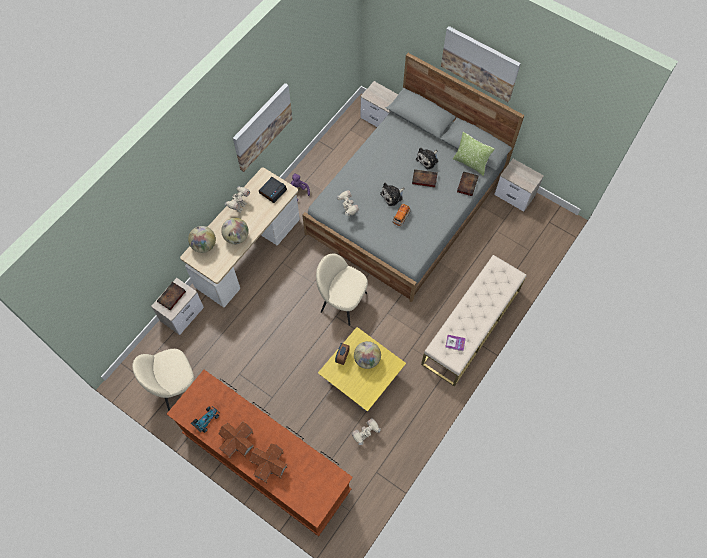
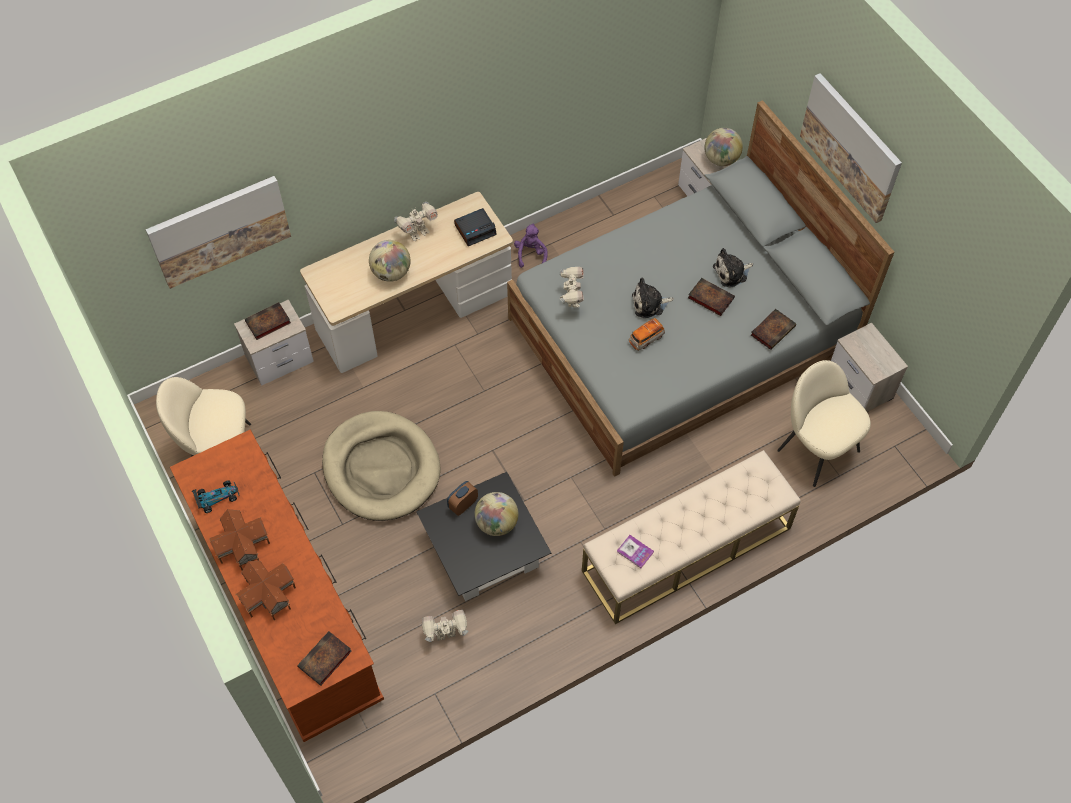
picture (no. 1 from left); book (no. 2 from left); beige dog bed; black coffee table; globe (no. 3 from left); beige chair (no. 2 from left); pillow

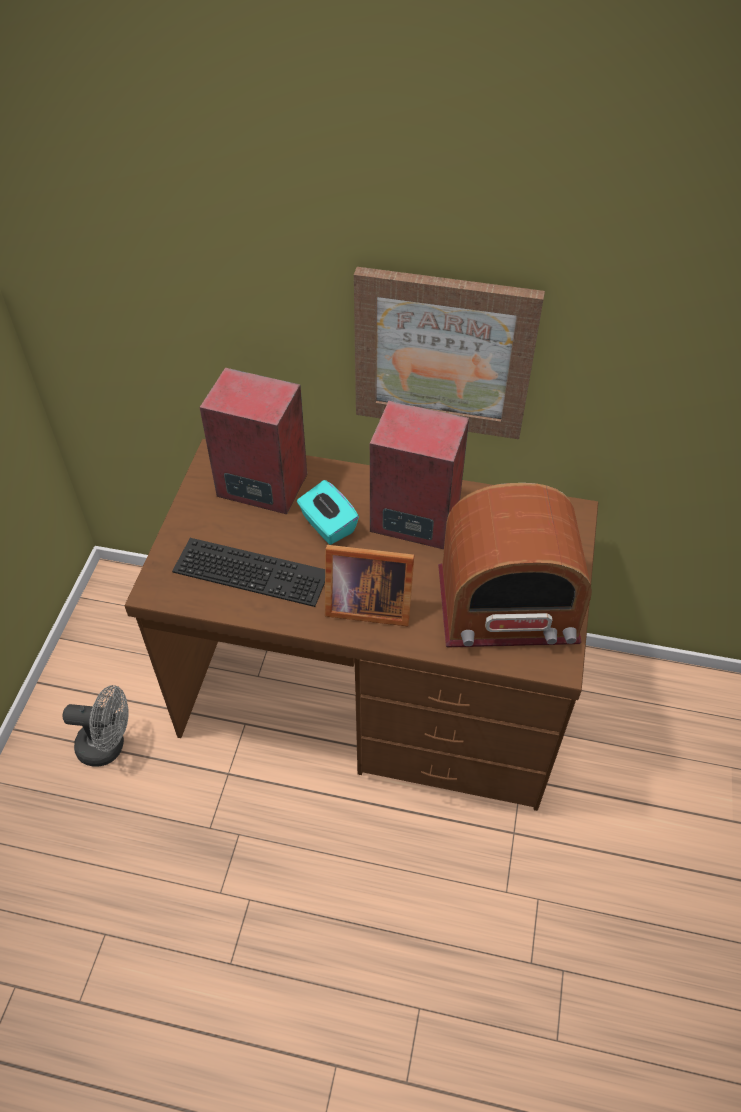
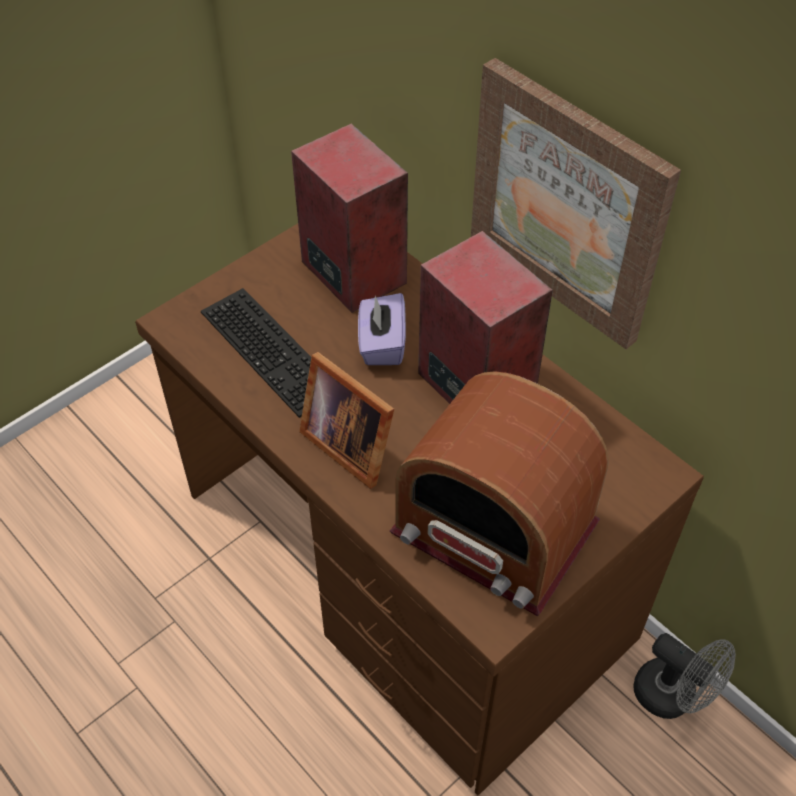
purple tissue box; grey fan

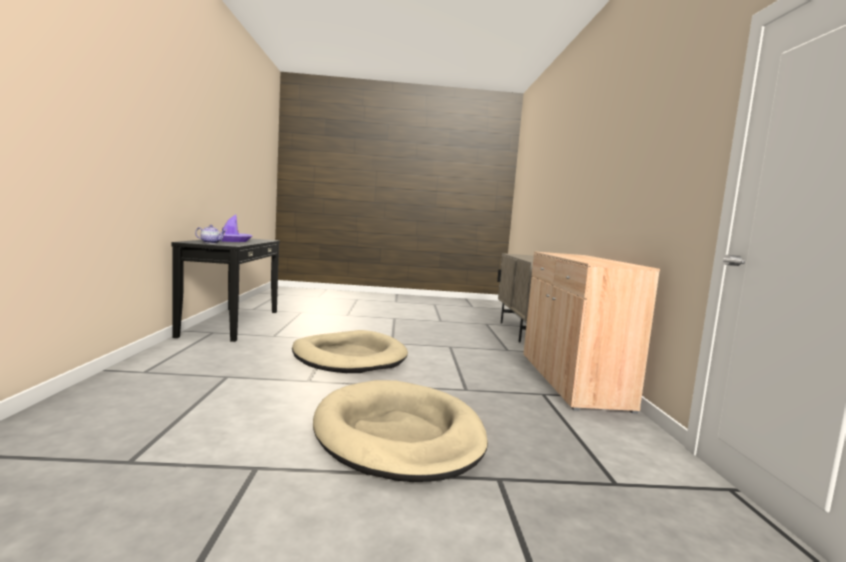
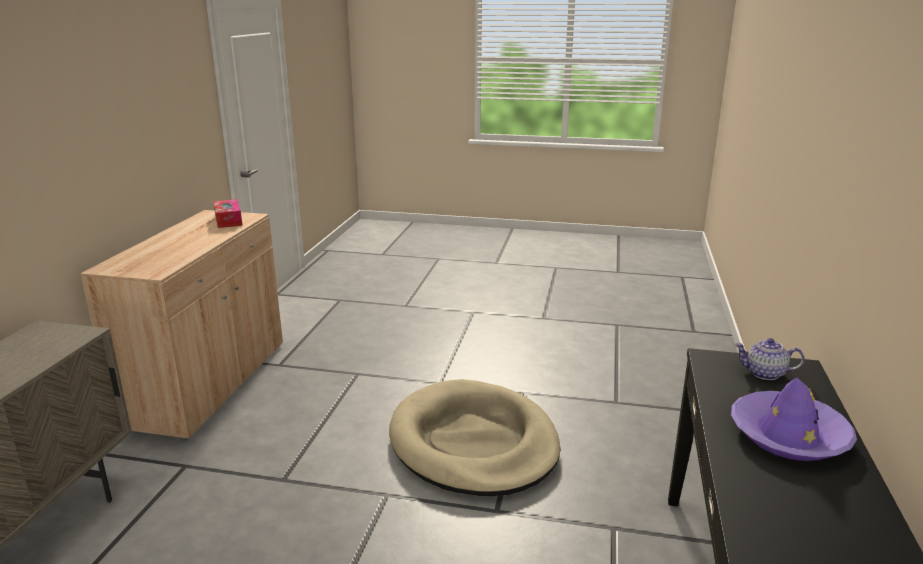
tissue box; beige dog bed (no. 2 from left in the first image)

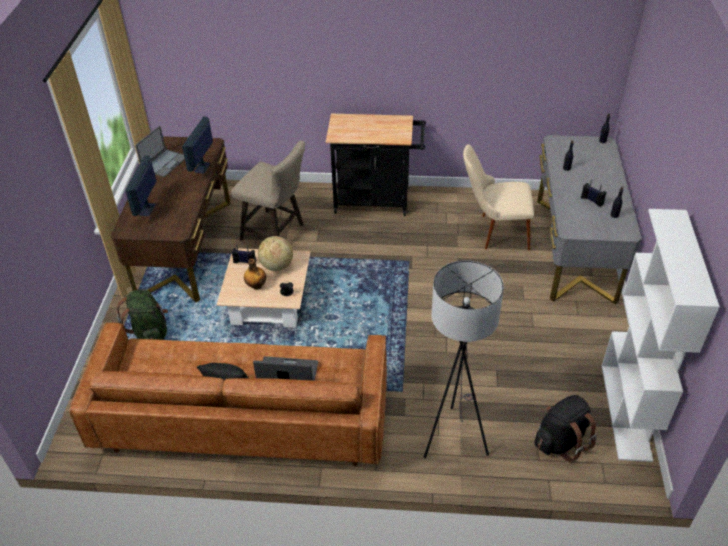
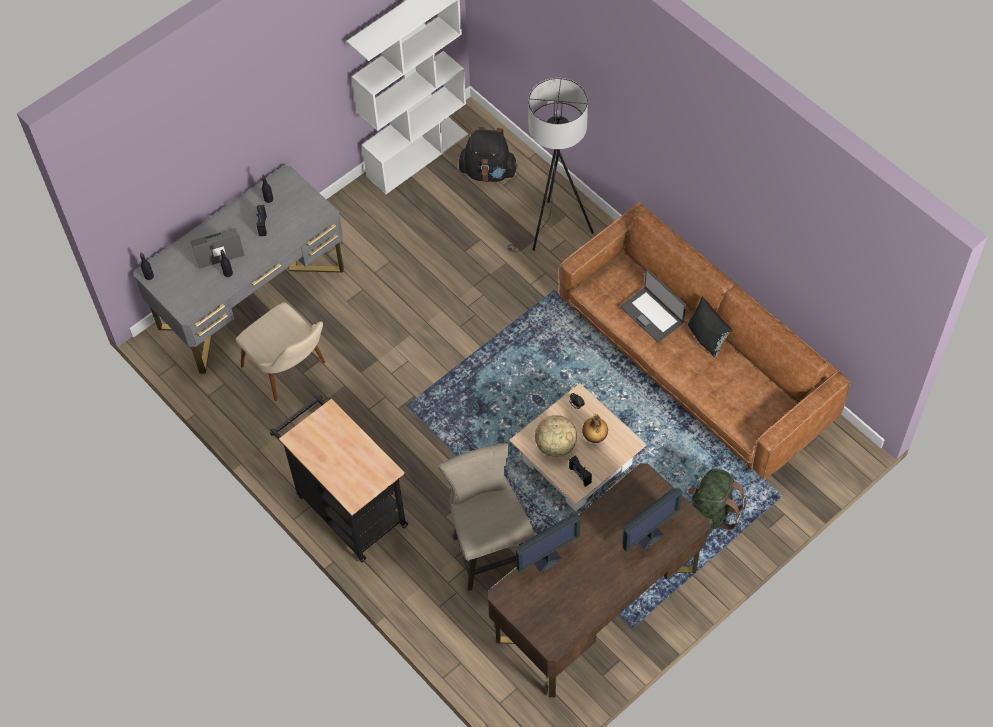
laptop (no. 1 from left)

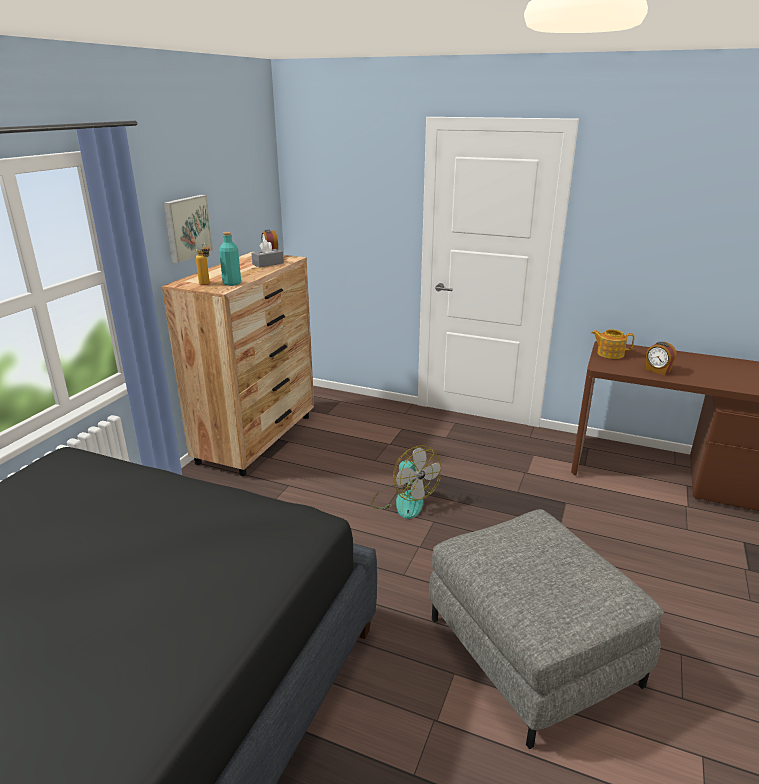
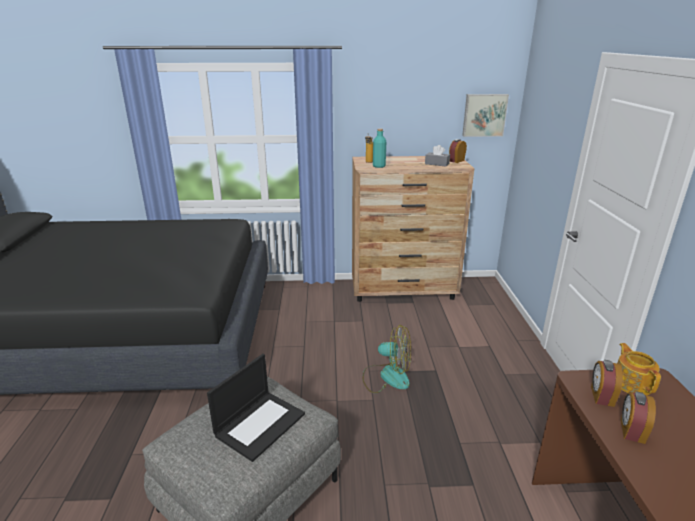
laptop; fan; picture; alarm clock (no. 2 from left)

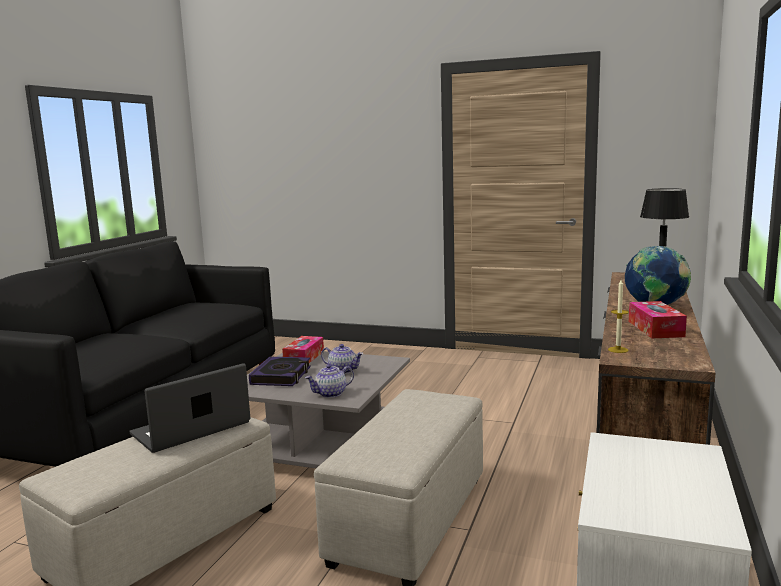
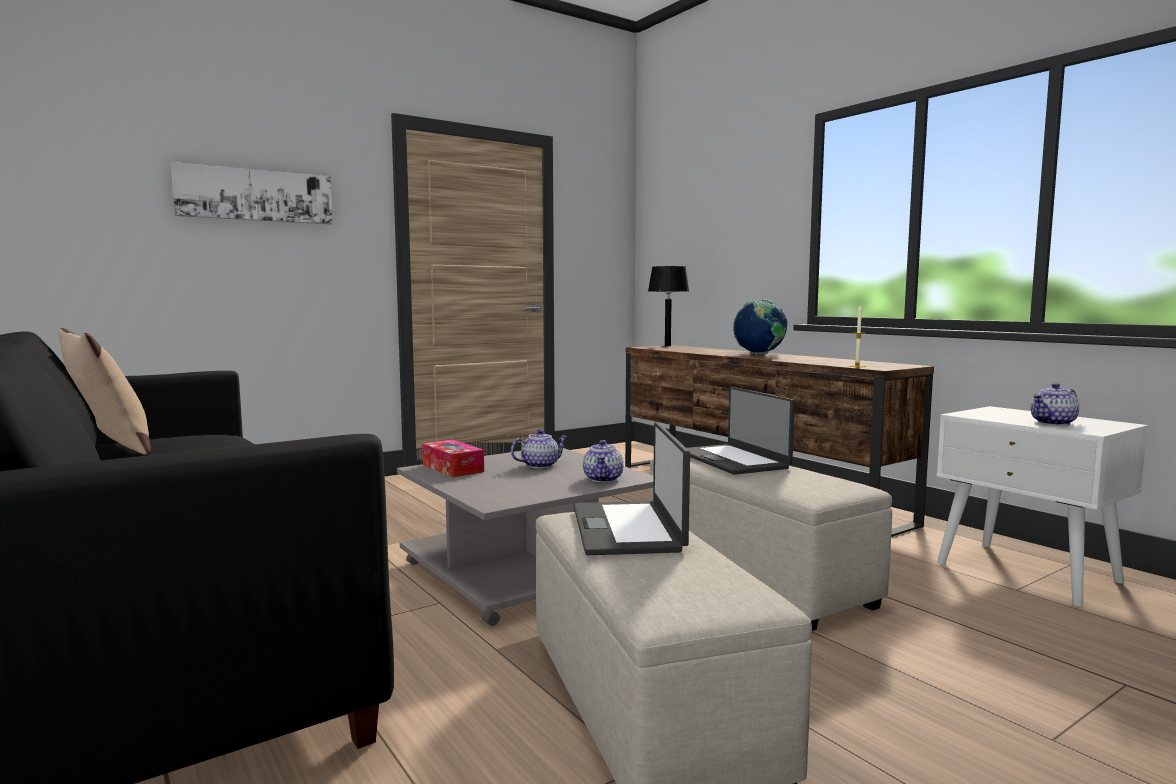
beige pillow; picture; laptop (no. 2 from left); teapot (no. 3 from left); book; tissue box (no. 2 from left in the first image)

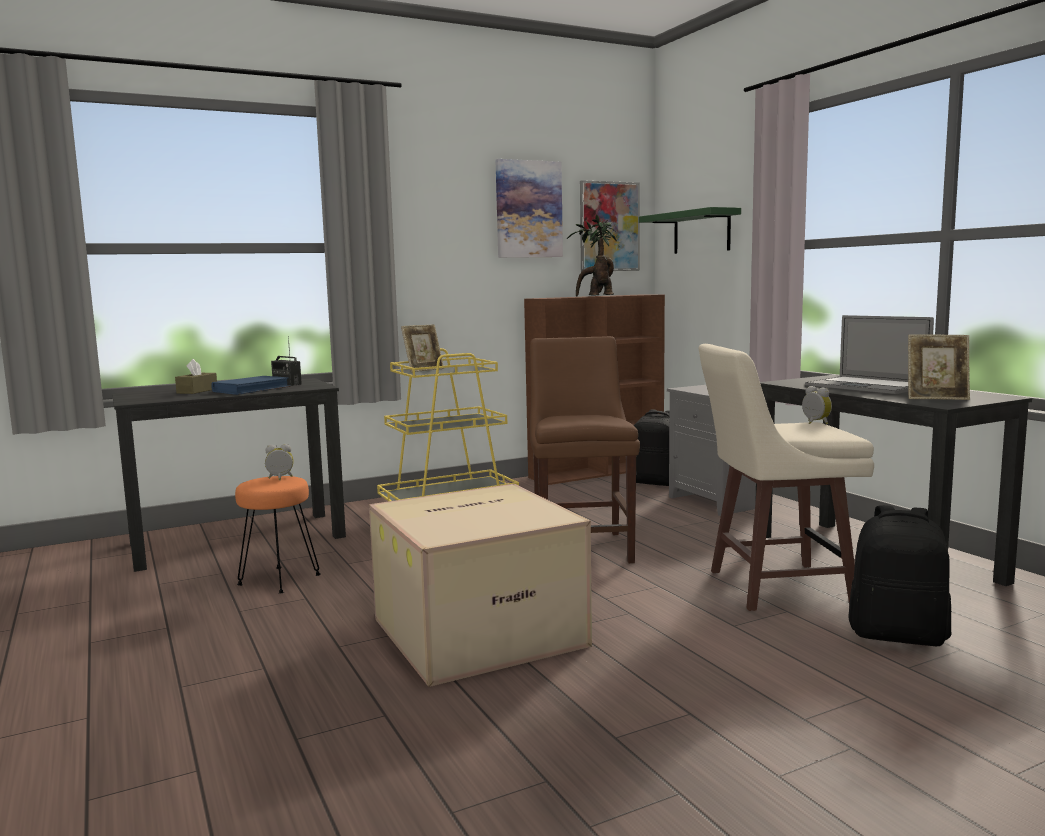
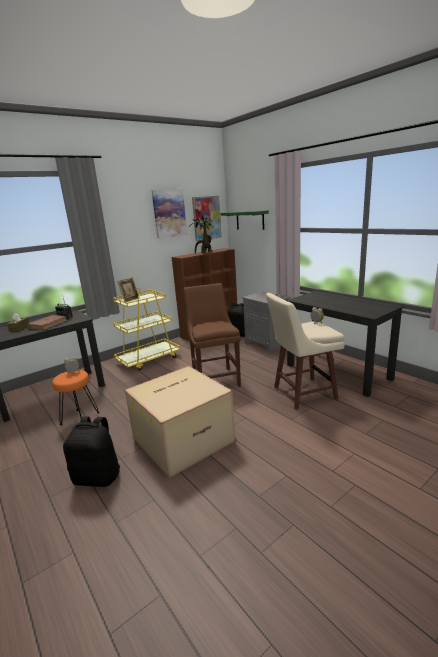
brown book; black backpack (no. 1 from left); laptop; picture frame (no. 2 from left in the first image)

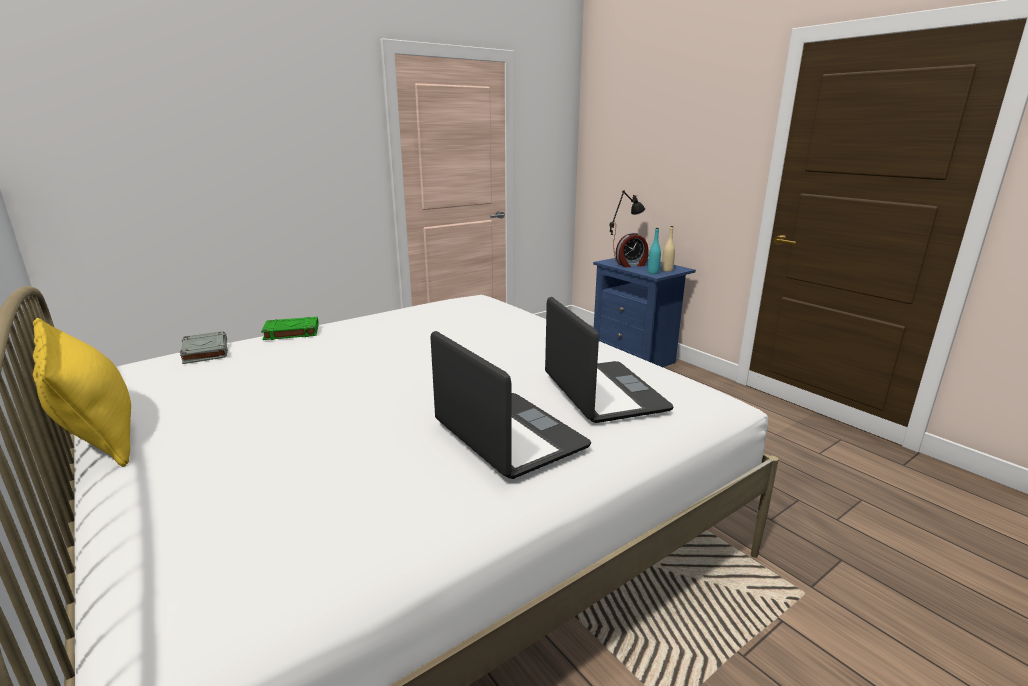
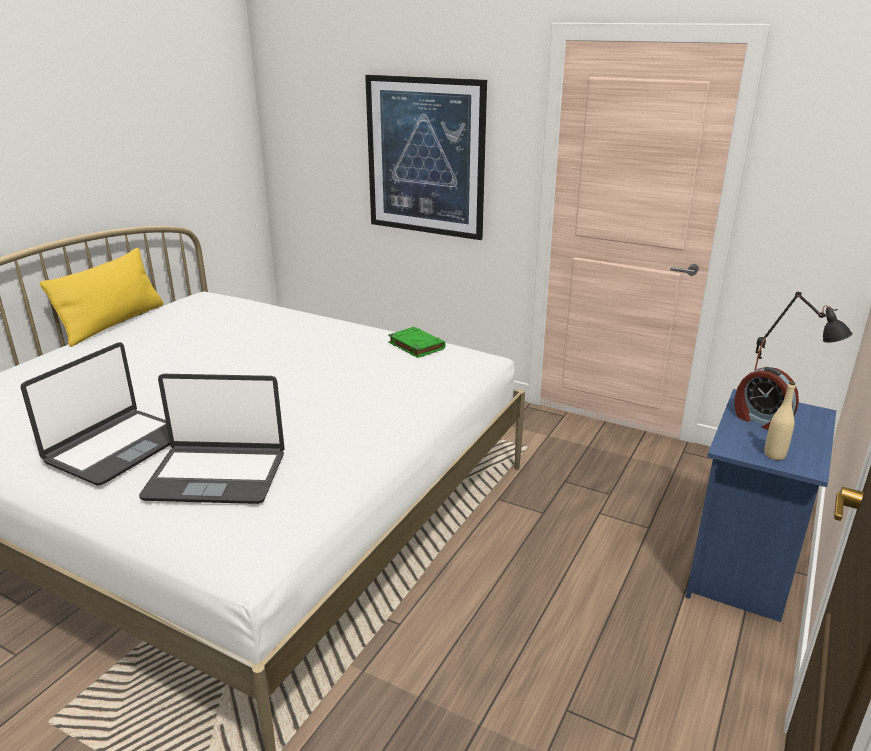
laptop (no. 2 from left); picture; green book; grey book; turquoise bottle

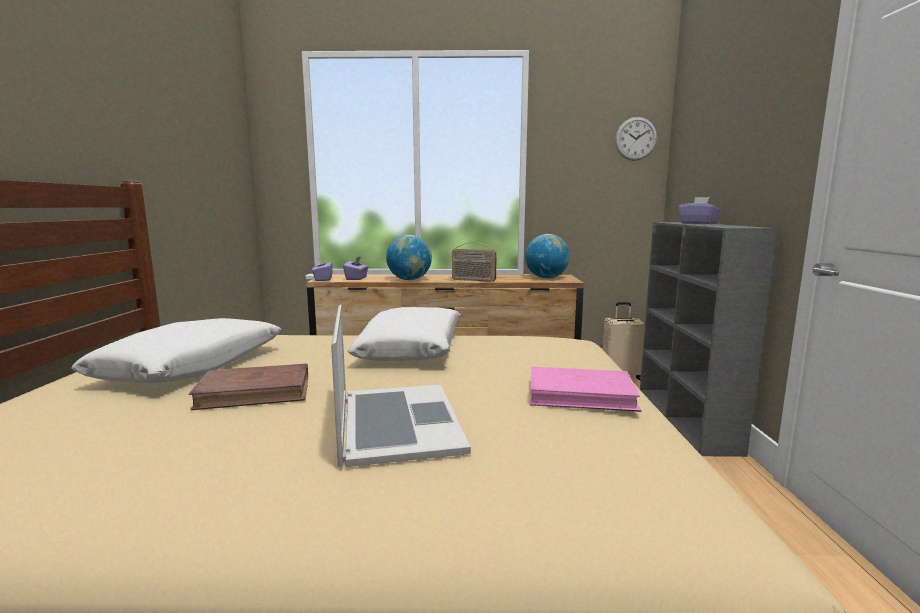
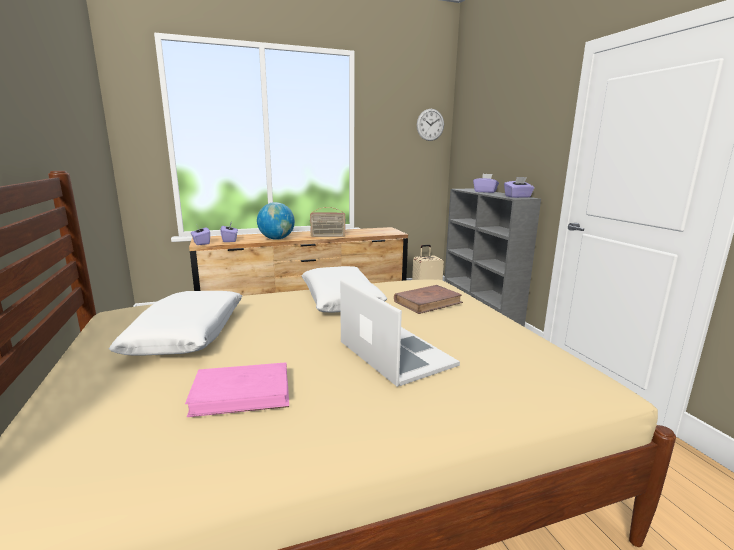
pink book; brown book; purple tissue box (no. 4 from left); globe (no. 2 from left in the first image)

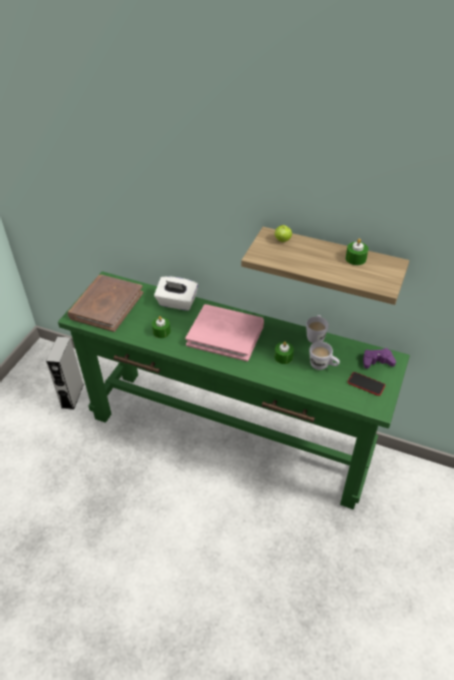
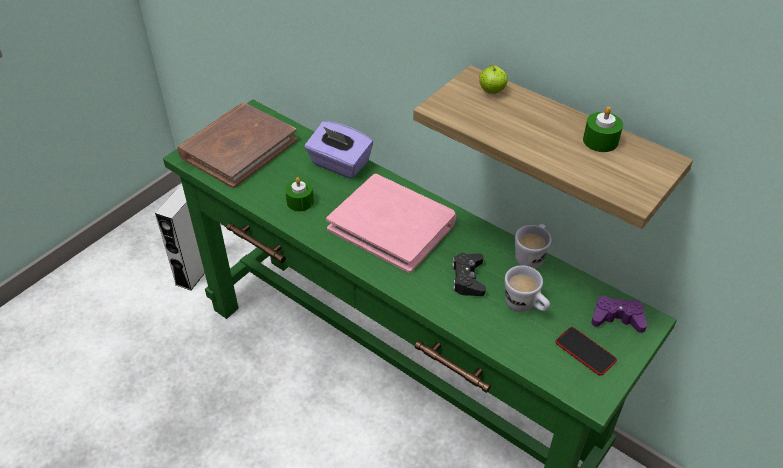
purple tissue box; black game controller

